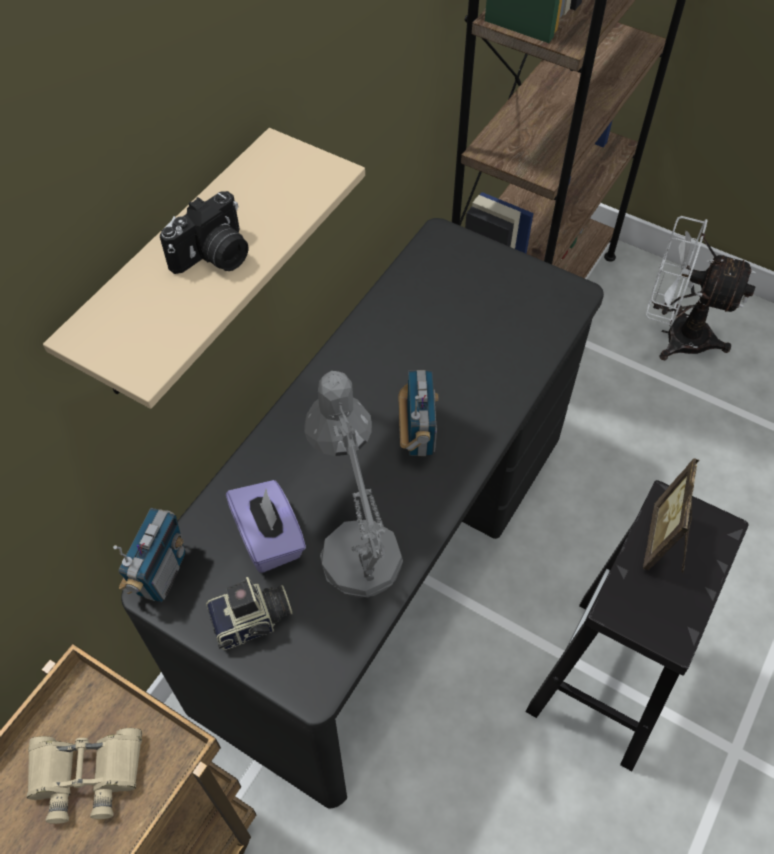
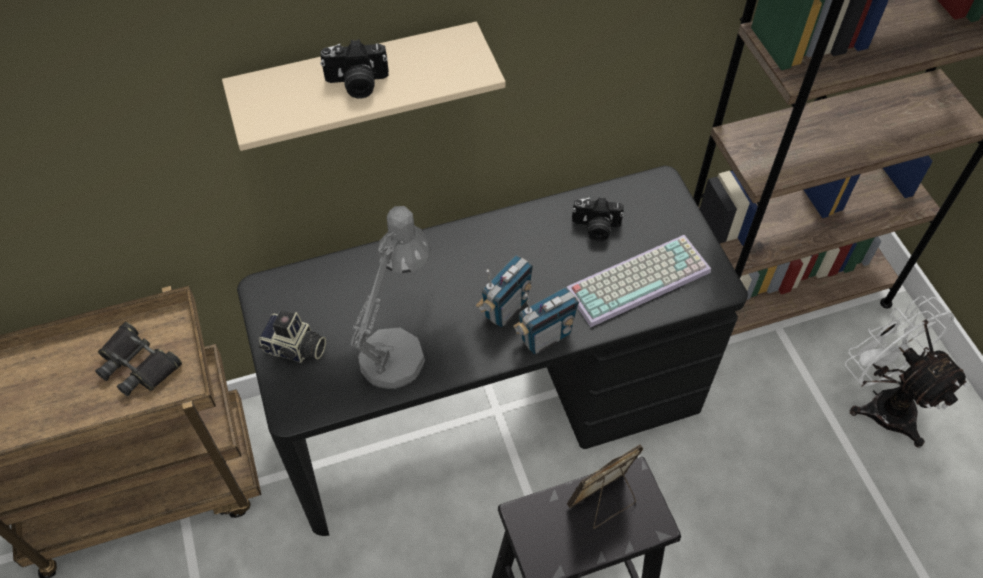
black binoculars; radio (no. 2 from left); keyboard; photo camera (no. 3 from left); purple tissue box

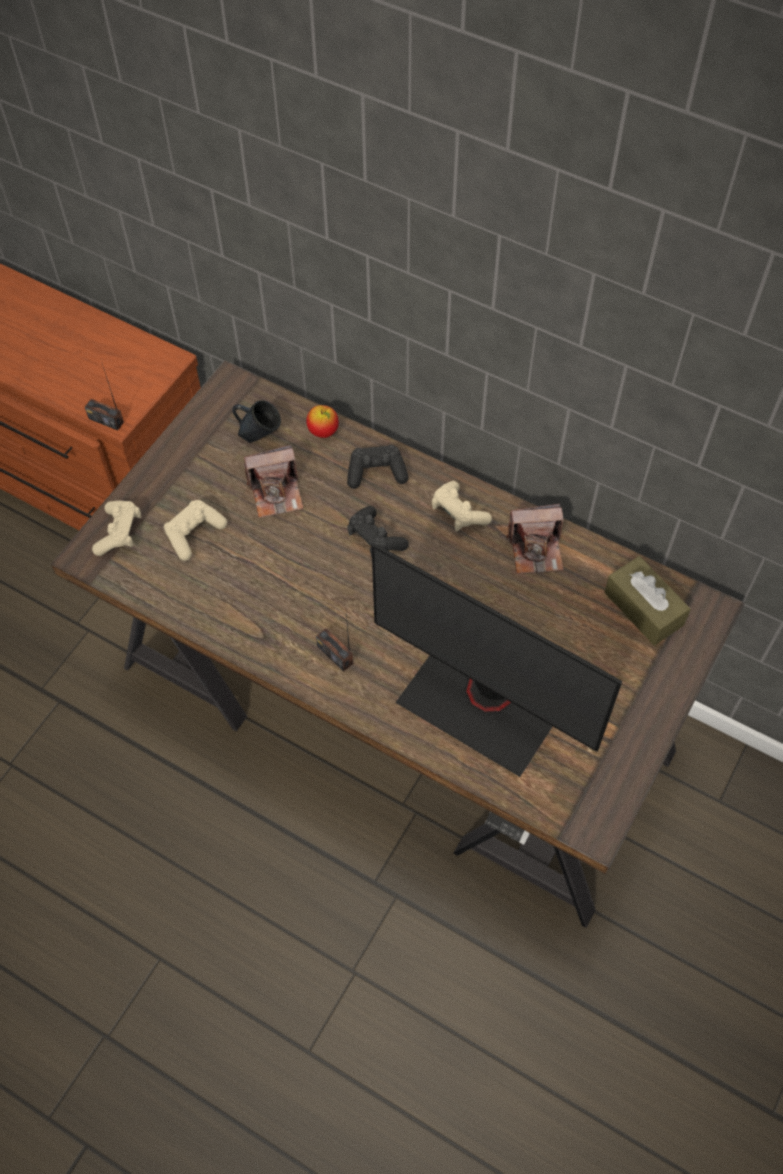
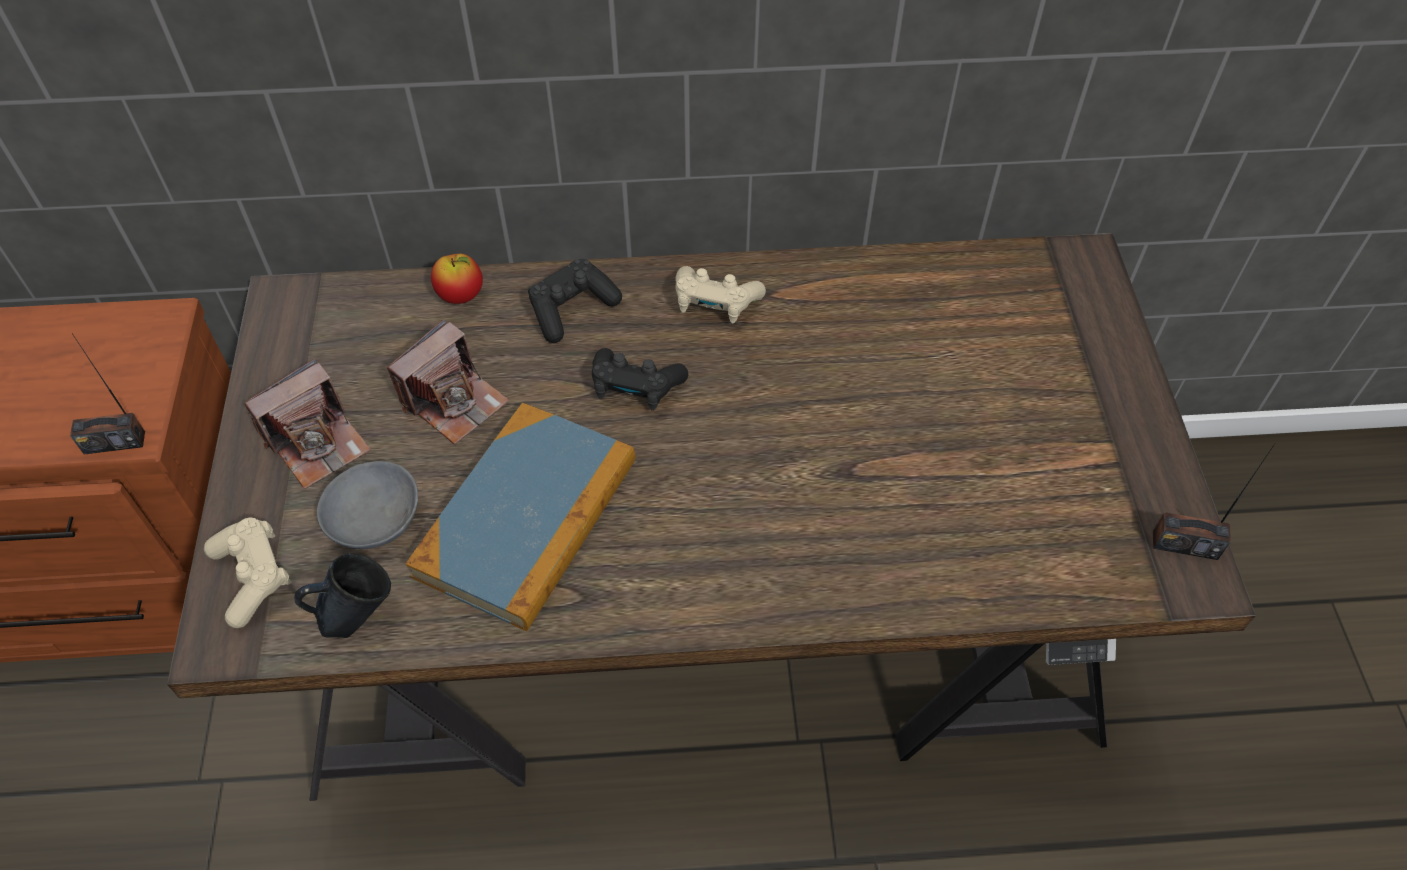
photo camera (no. 1 from left); blue mug; grey bowl; book; radio (no. 2 from left); monitor; brown tissue box

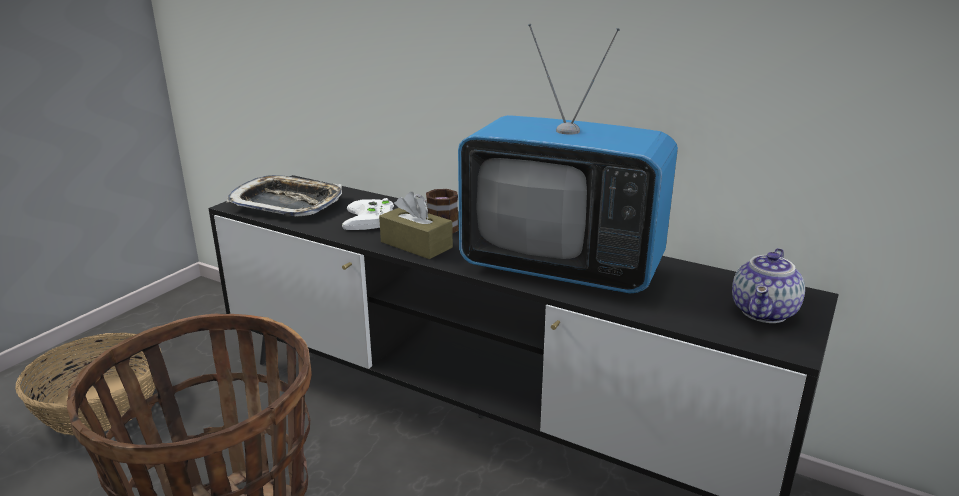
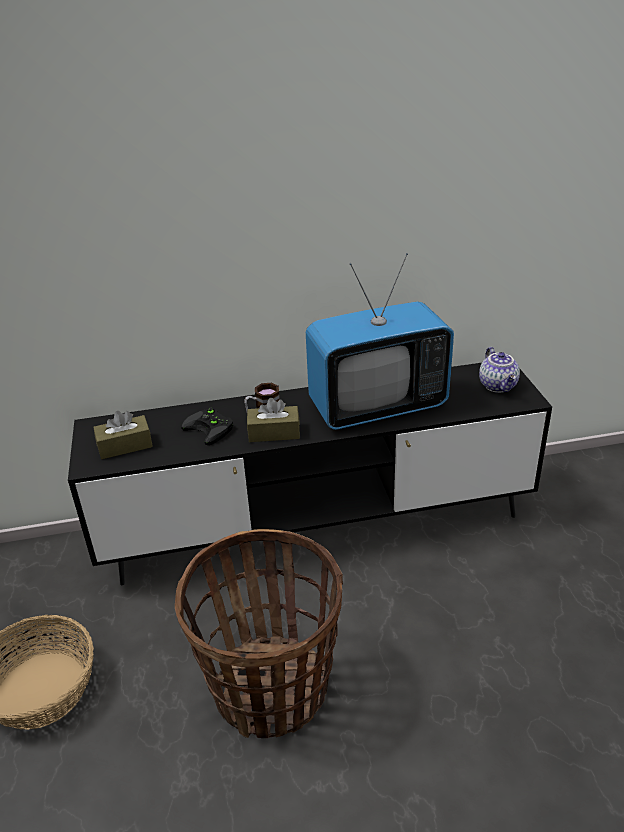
brown tissue box (no. 1 from left); black game controller

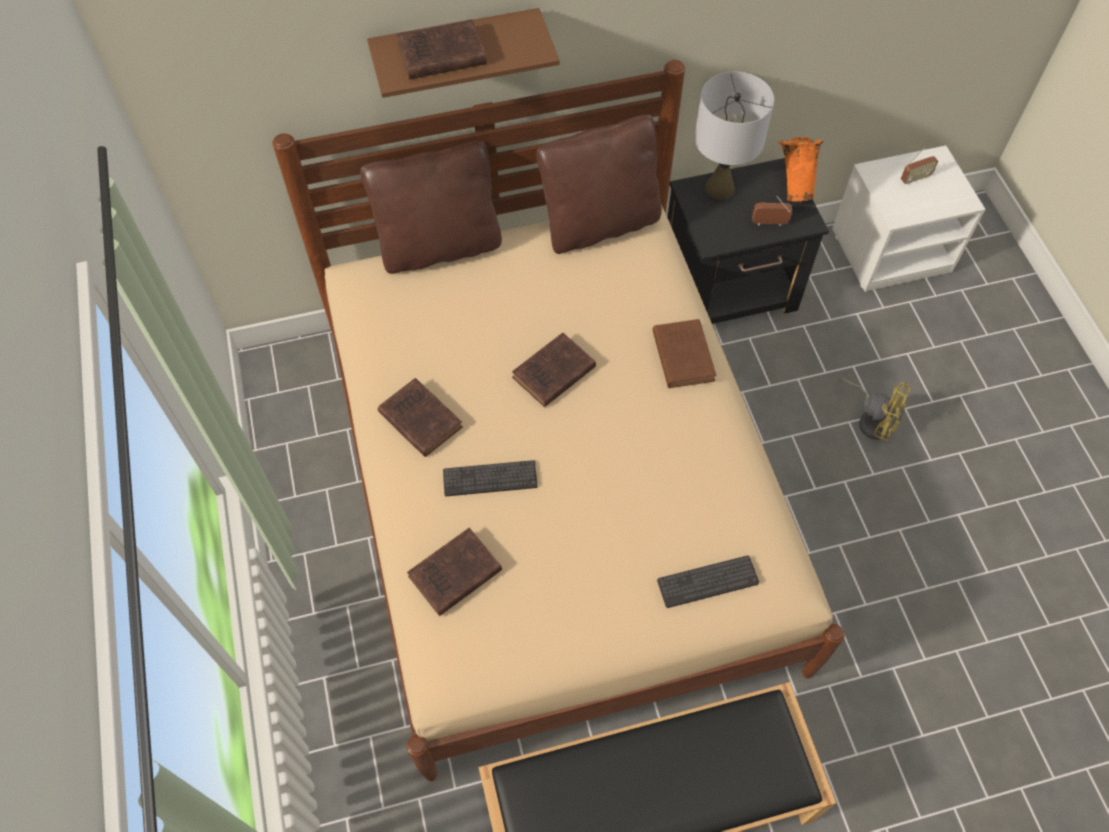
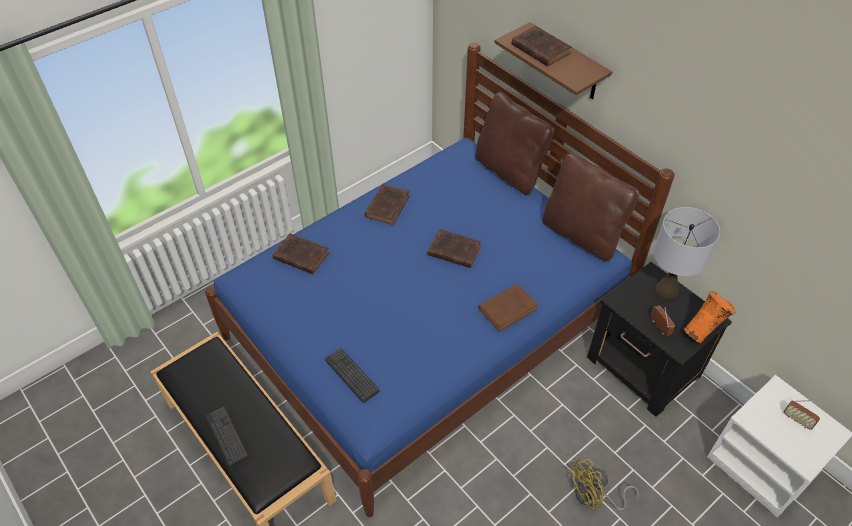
blue bed; keyboard (no. 1 from left); yellow fan

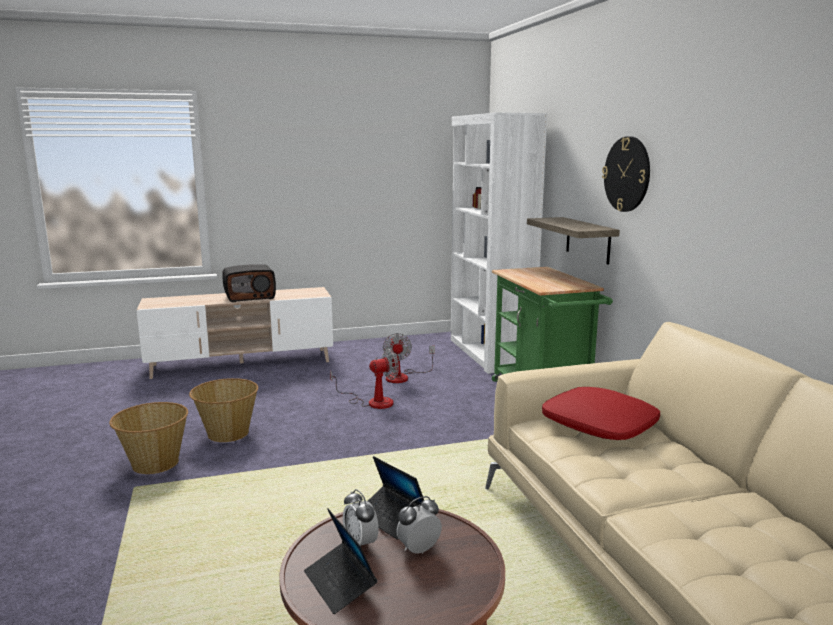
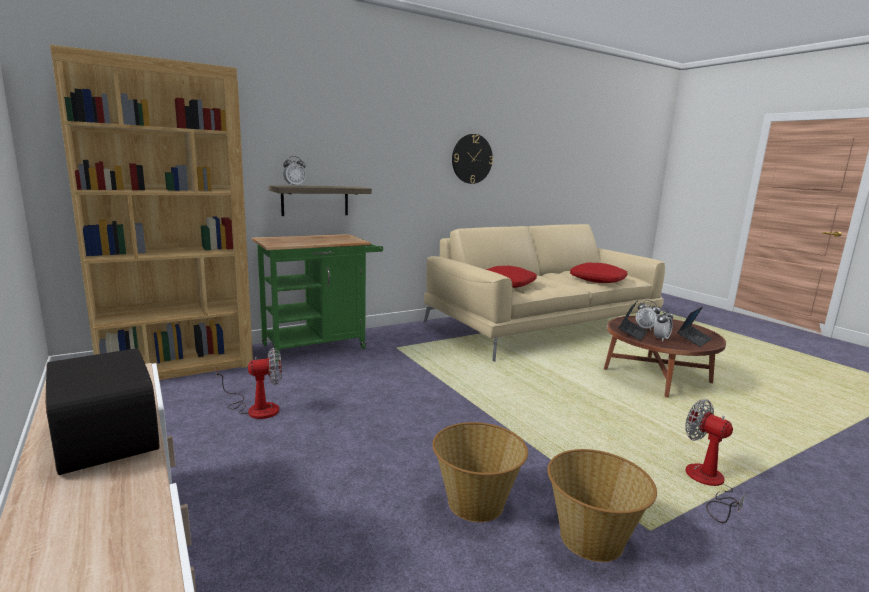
brown bookcase; alarm clock (no. 1 from left); wall clock; red pillow (no. 2 from left); fan (no. 2 from left)

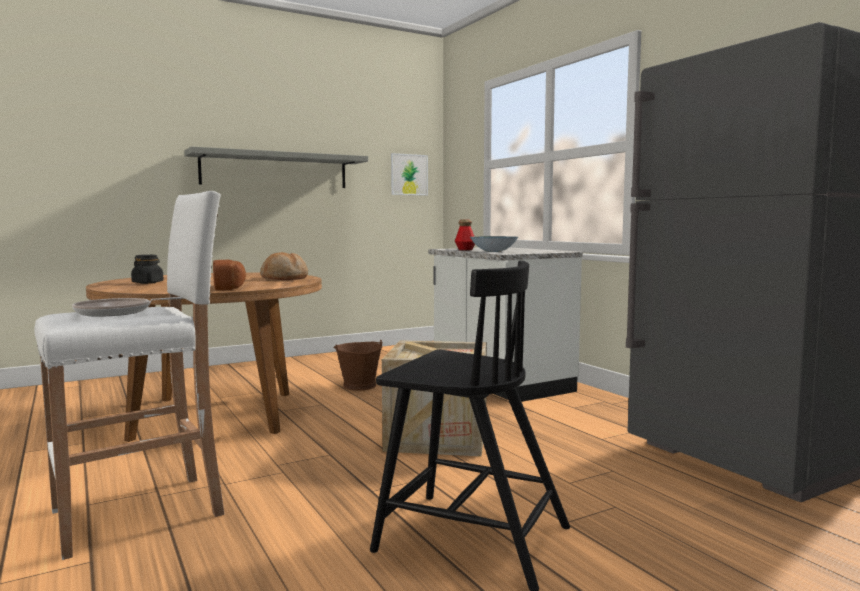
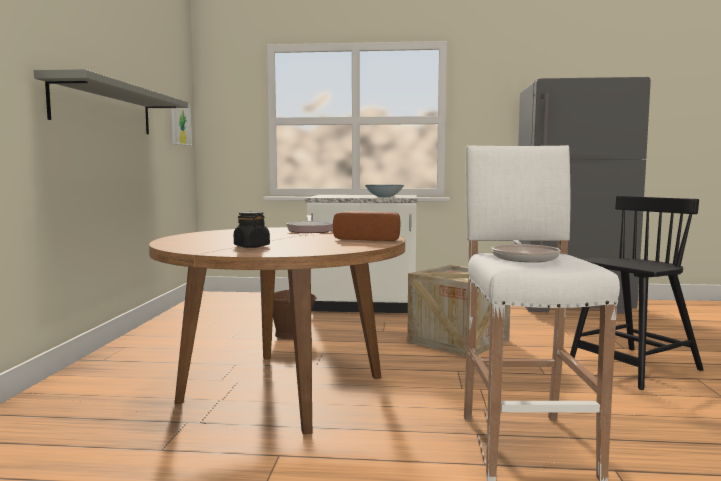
frying pan (no. 1 from left); bottle

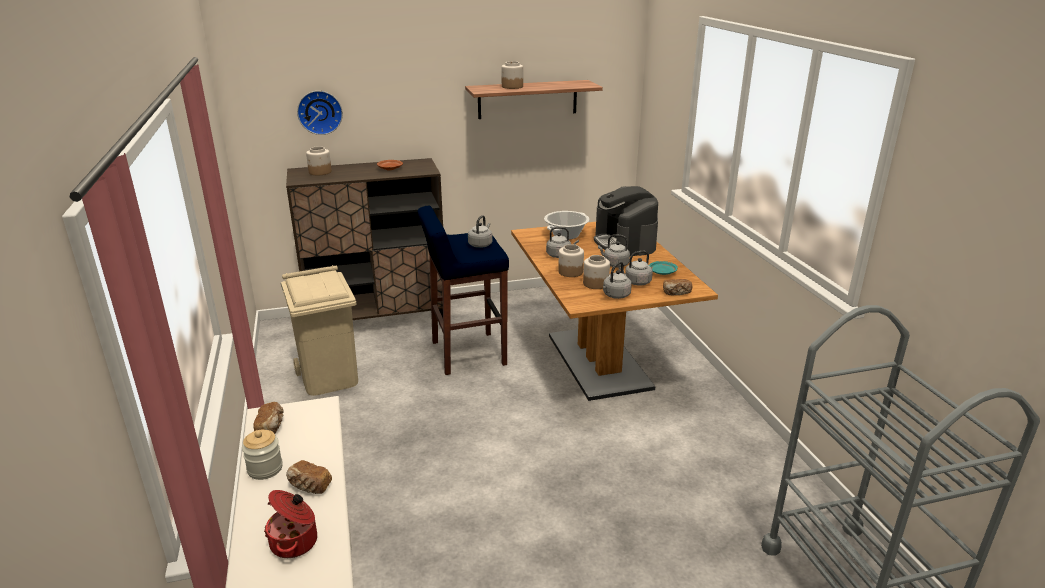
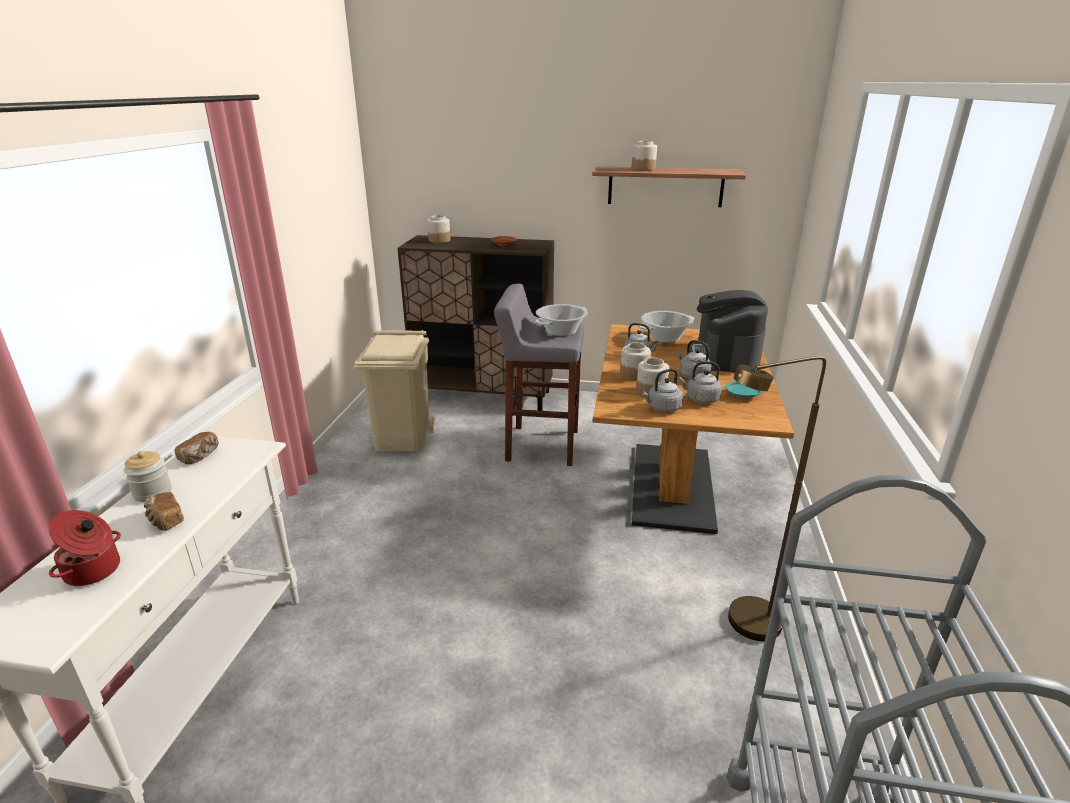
grey stool; cooking pot (no. 2 from left); brown floor lamp; wall clock; bread (no. 3 from left in the first image)

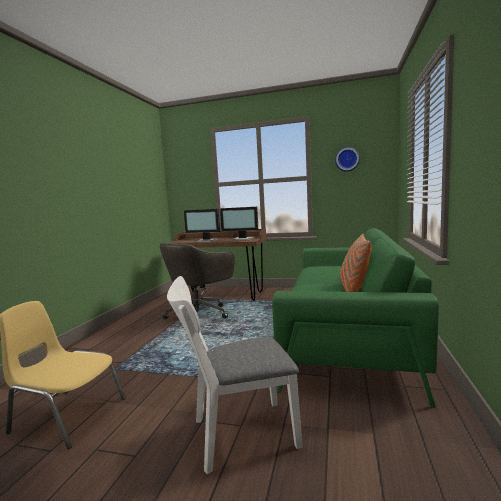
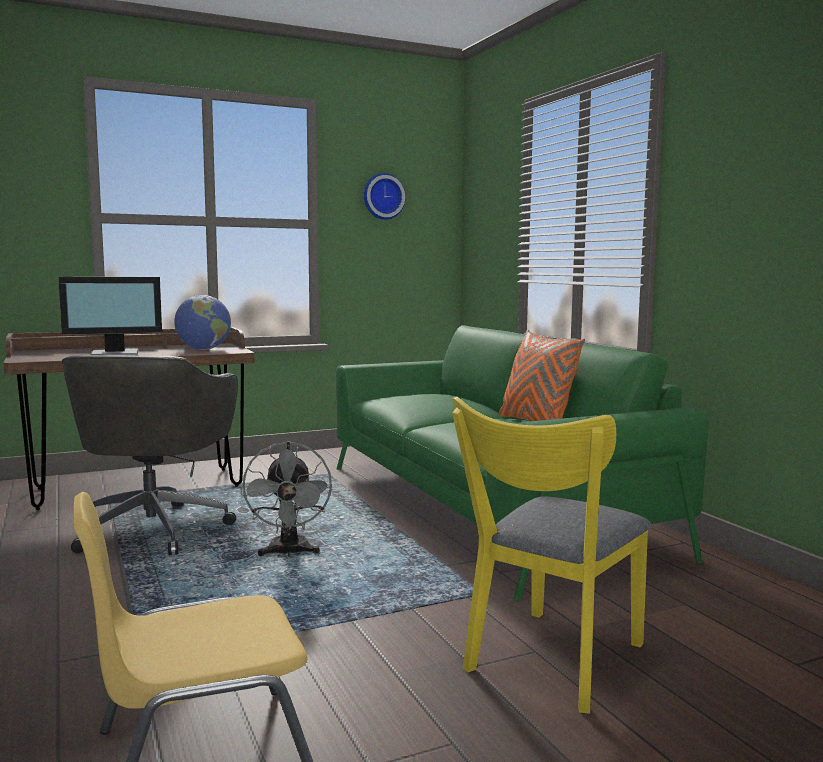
globe; grey fan; yellow chair (no. 2 from left)

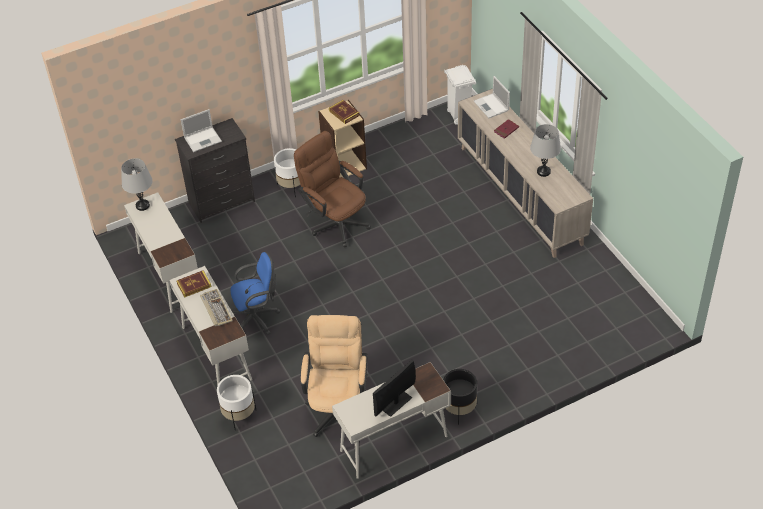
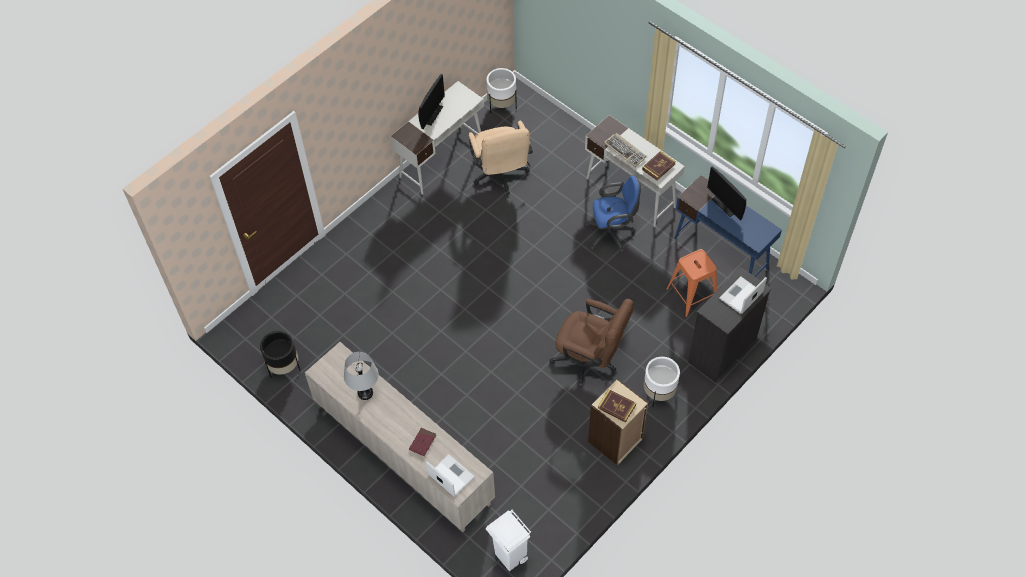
black planter; white planter (no. 1 from left); blue office chair; orange stool; blue desk; monitor (no. 2 from left); grey table lamp (no. 1 from left in the first image)

